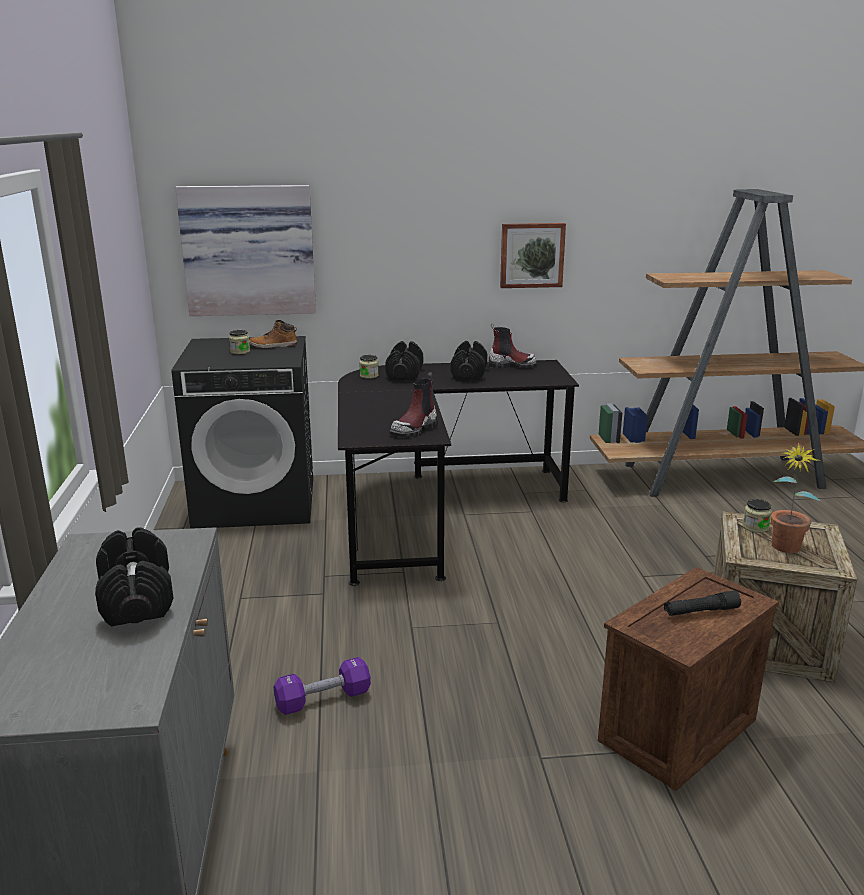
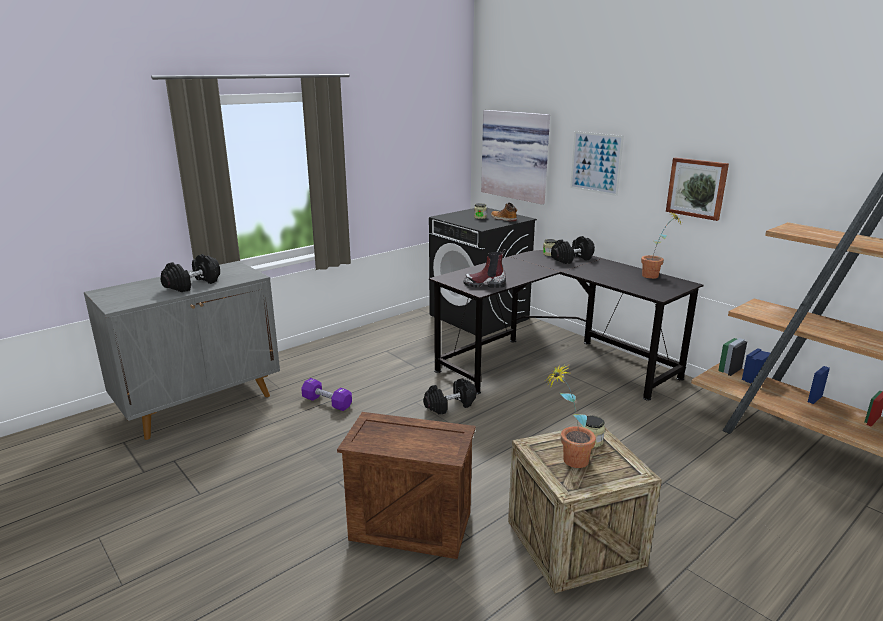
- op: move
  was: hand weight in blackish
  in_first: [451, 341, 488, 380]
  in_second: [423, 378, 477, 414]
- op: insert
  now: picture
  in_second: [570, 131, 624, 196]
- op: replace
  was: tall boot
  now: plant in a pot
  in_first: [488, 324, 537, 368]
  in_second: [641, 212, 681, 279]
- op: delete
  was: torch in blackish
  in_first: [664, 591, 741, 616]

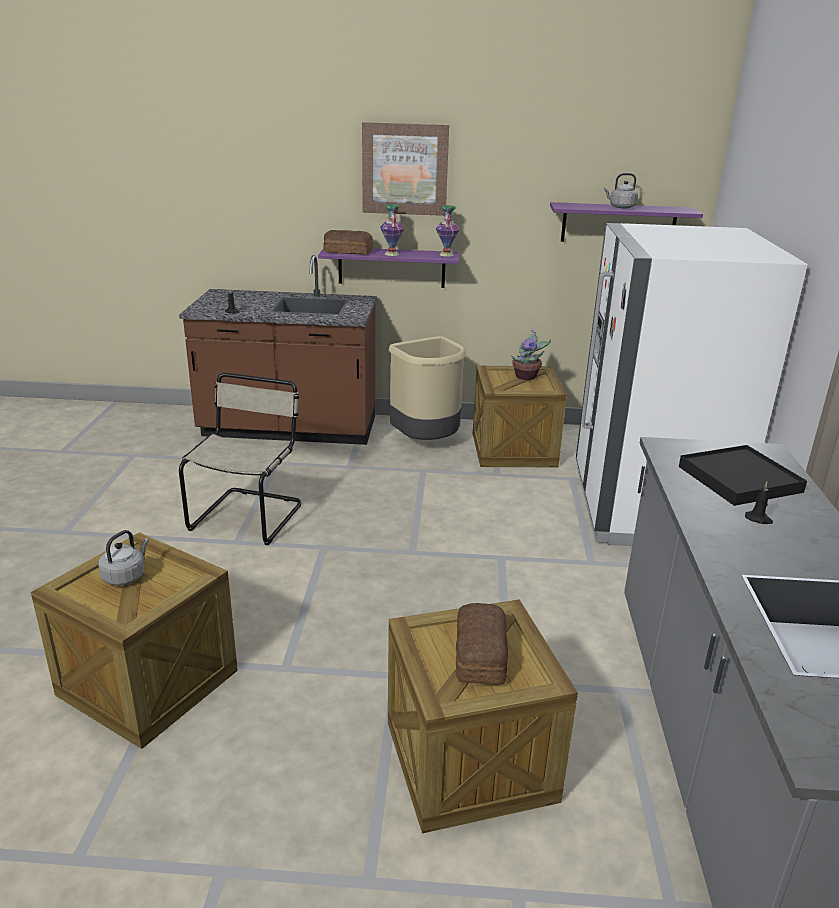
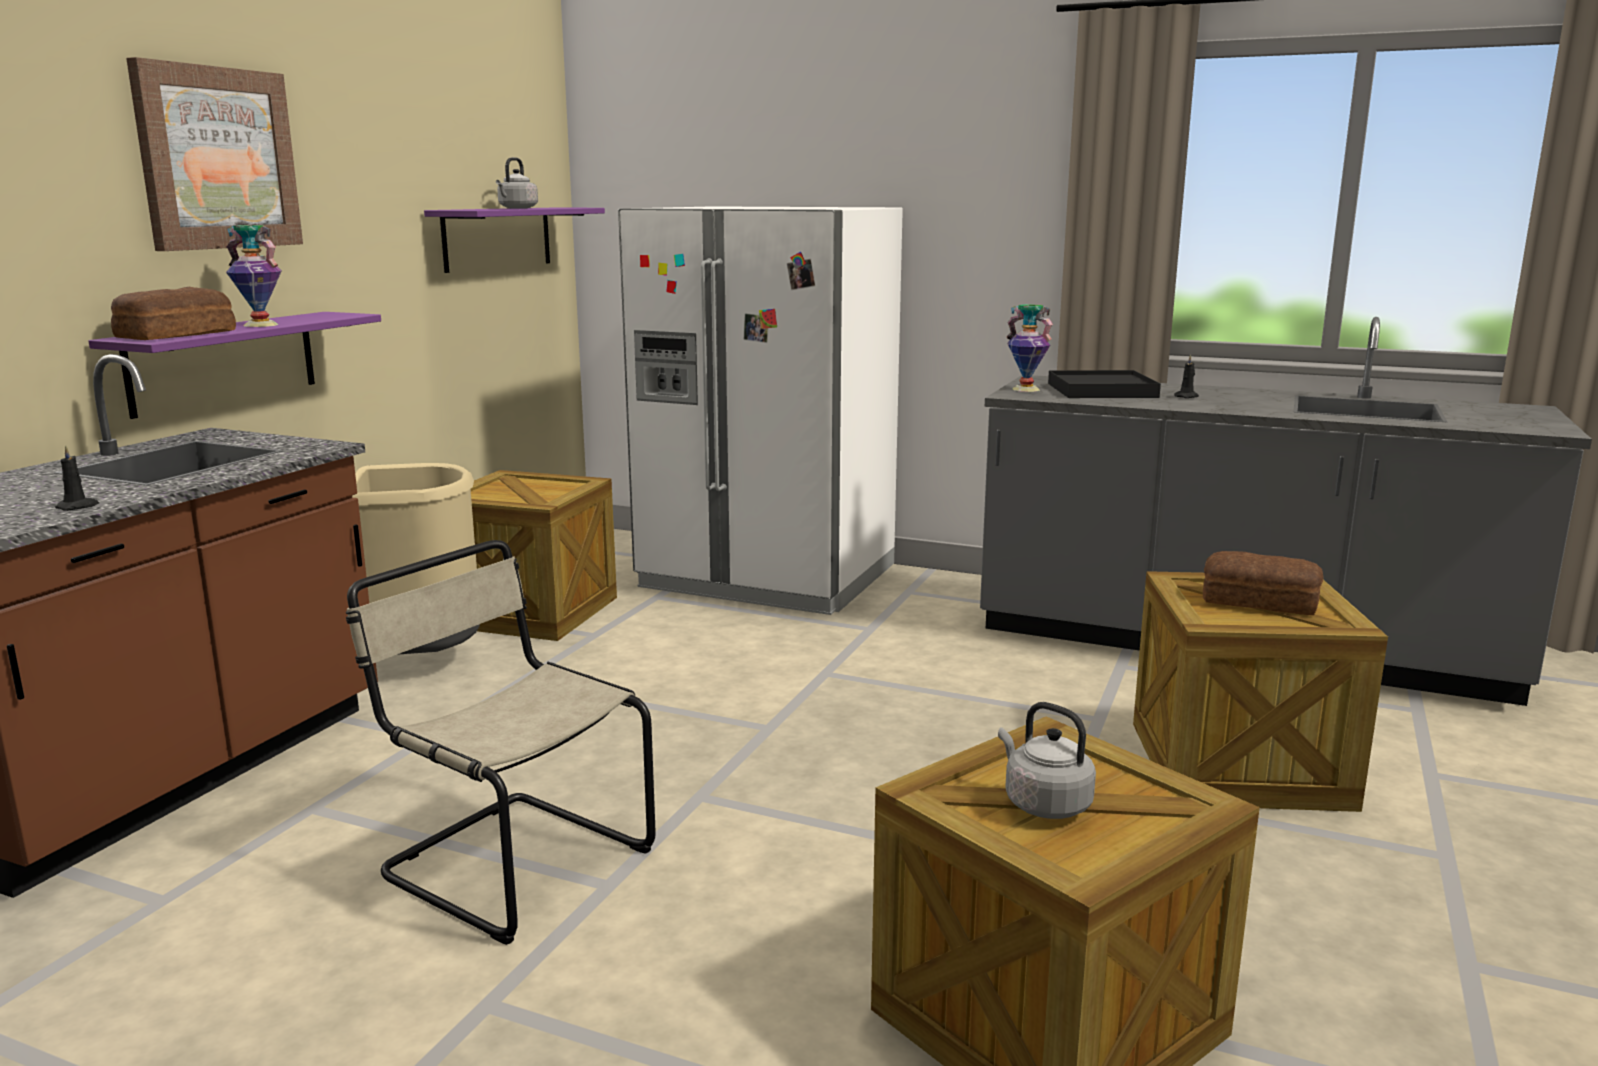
- op: move
  was: decorative vase
  in_first: [436, 205, 460, 257]
  in_second: [1007, 304, 1053, 392]
- op: delete
  was: plant in a pot
  in_first: [511, 330, 551, 380]

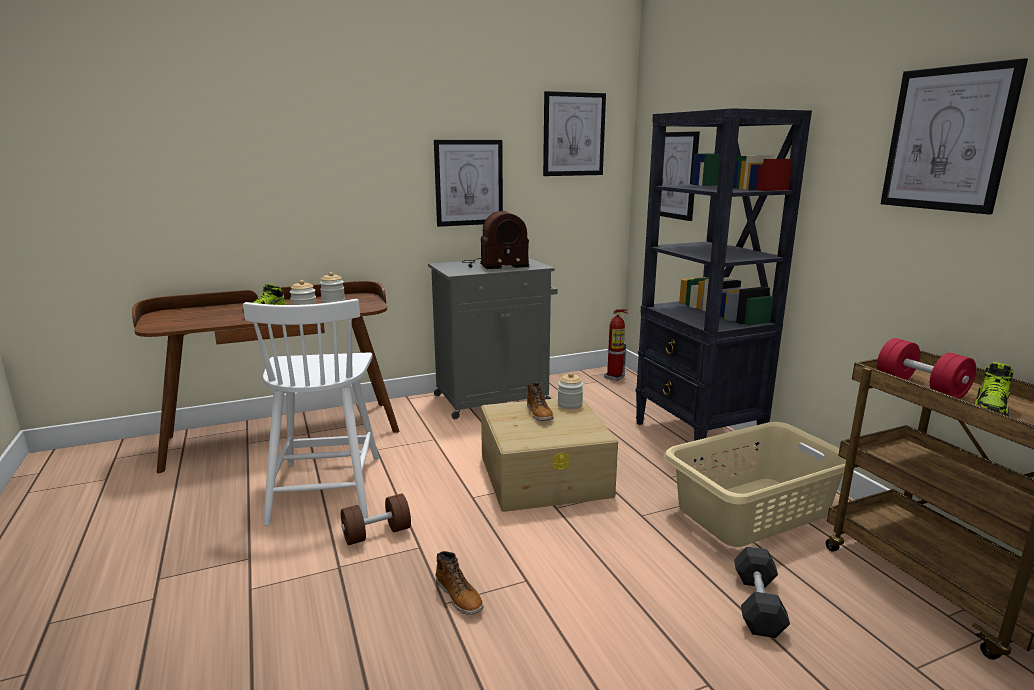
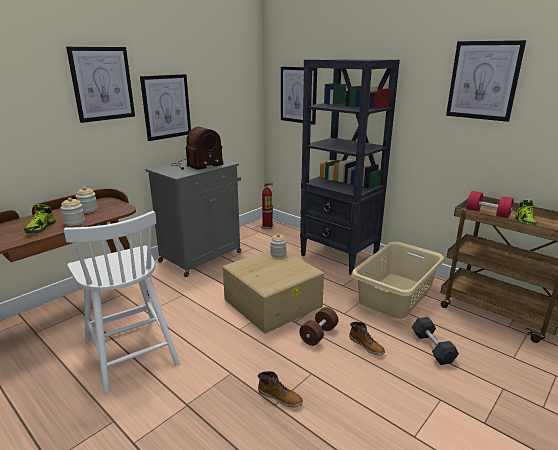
- op: move
  was: picture
  in_first: [543, 91, 606, 176]
  in_second: [66, 47, 135, 123]
- op: move
  was: hand weight in brownish
  in_first: [341, 494, 411, 545]
  in_second: [299, 307, 338, 346]
- op: move
  was: tall boot
  in_first: [527, 383, 553, 421]
  in_second: [349, 322, 385, 355]

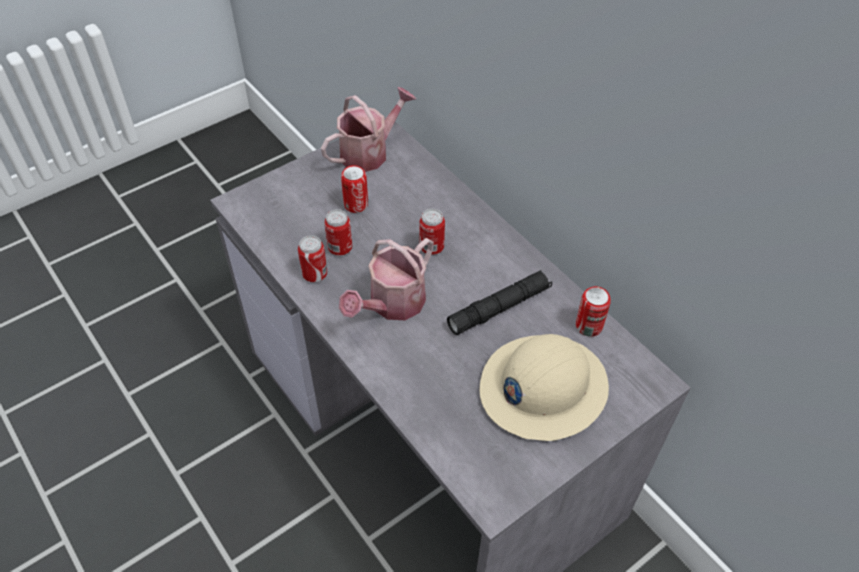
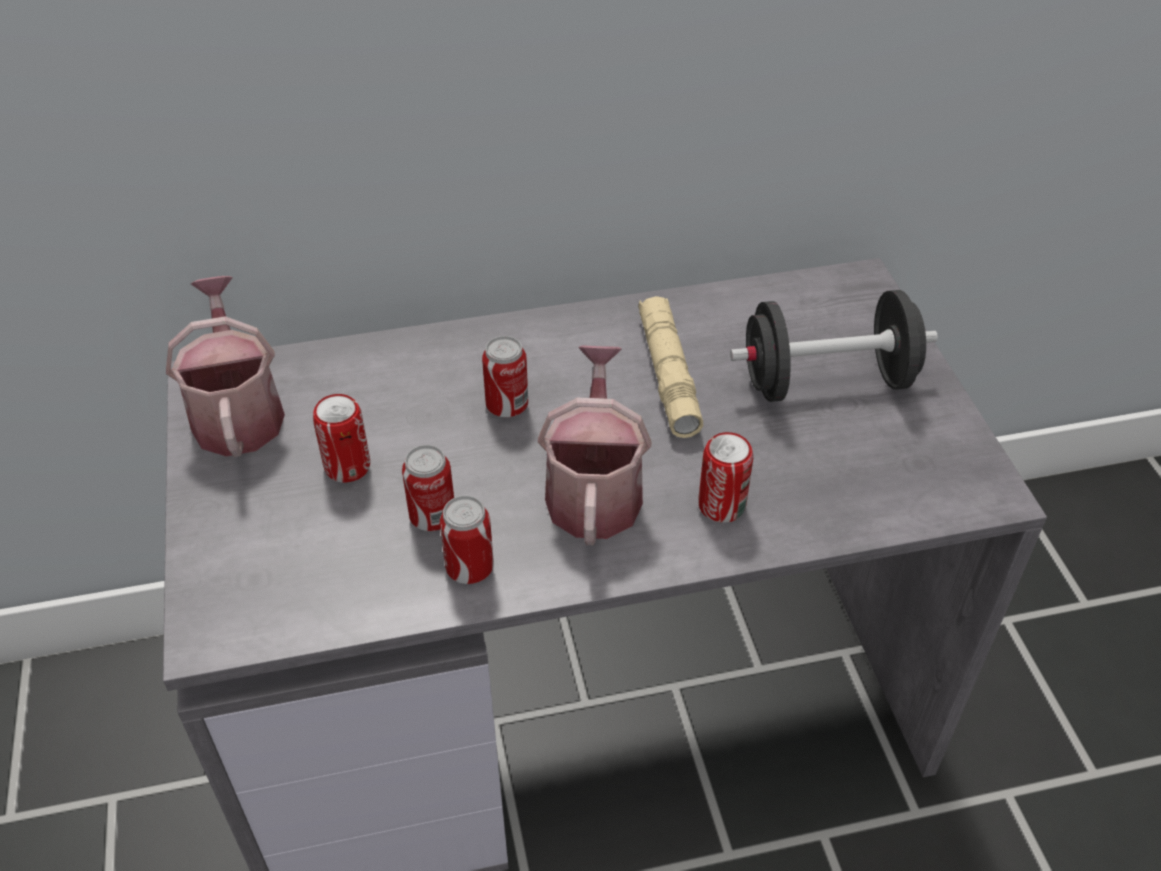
- op: rotate
  was: watering pot
  in_first: [339, 238, 434, 320]
  in_second: [538, 345, 651, 545]
  clockwise: -150
- op: recolor
  was: torch in blackish
  now: torch in beige-coloured
  in_first: [447, 270, 552, 335]
  in_second: [638, 296, 703, 438]
- op: move
  was: sealed can
  in_first: [576, 286, 611, 337]
  in_second: [698, 432, 753, 523]
- op: replace
  was: hard hat in beige-coloured
  now: hand weight in blackish
  in_first: [480, 334, 609, 441]
  in_second: [730, 290, 938, 402]

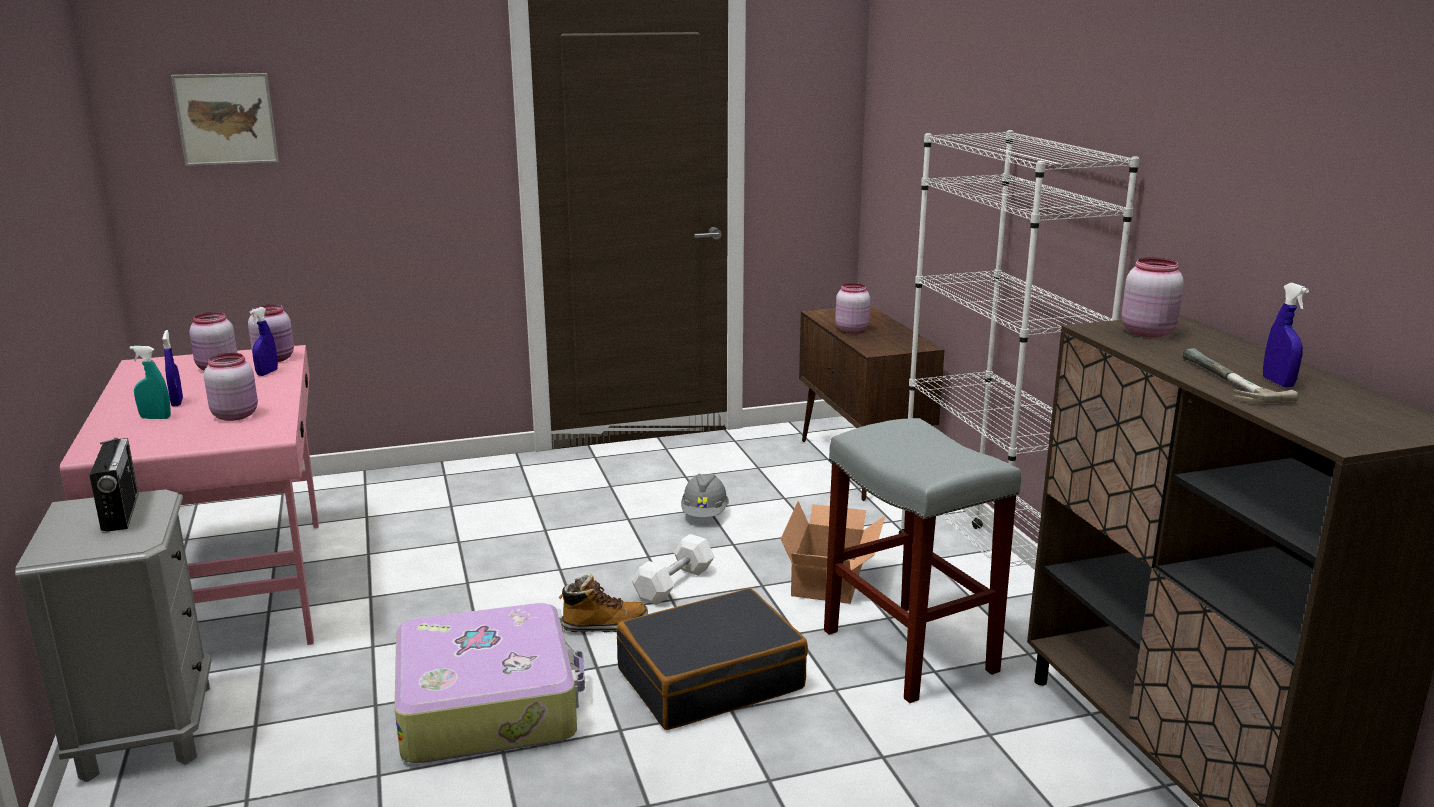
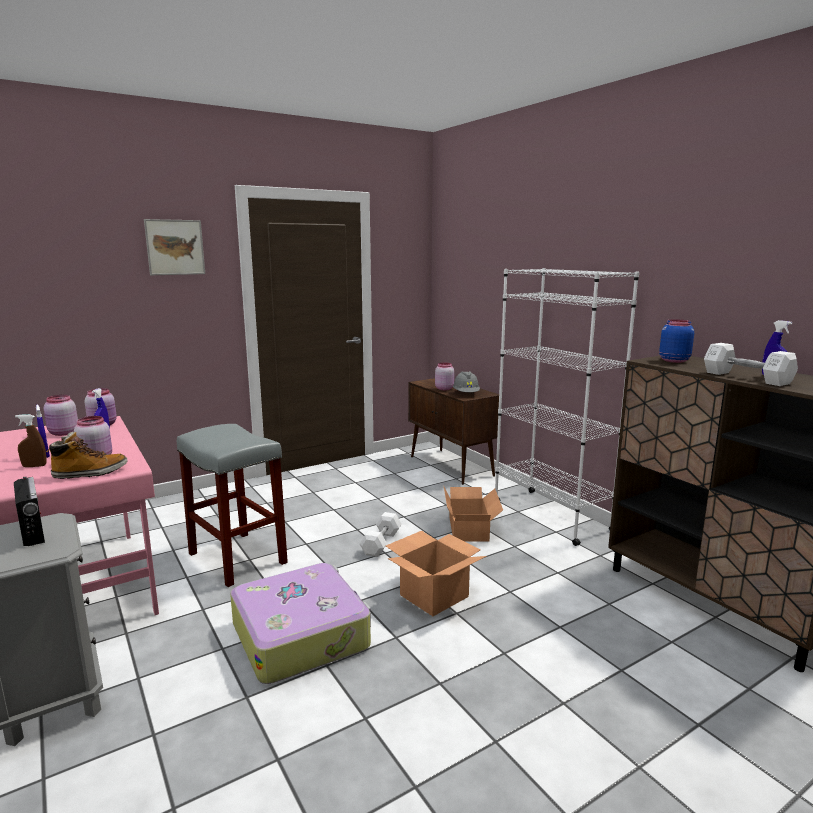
- op: recolor
  was: spray bottle in turquoise-coloured
  now: spray bottle in brownish
  in_first: [130, 346, 171, 419]
  in_second: [15, 414, 46, 467]
- op: move
  was: tall boot
  in_first: [558, 574, 648, 633]
  in_second: [46, 432, 127, 479]
- op: move
  was: picture
  in_first: [171, 73, 279, 166]
  in_second: [144, 219, 205, 275]
- op: move
  was: stool seat in grey
  in_first: [824, 418, 1021, 703]
  in_second: [177, 424, 288, 587]
- op: replace
  was: travel case in blackish
  now: cardboard box
  in_first: [617, 588, 808, 730]
  in_second: [386, 531, 486, 616]
- op: move
  was: hard hat in grey
  in_first: [681, 473, 729, 517]
  in_second: [453, 371, 480, 392]
- op: recolor
  was: storage jar in pinkish
  now: storage jar in blue
  in_first: [1122, 258, 1184, 337]
  in_second: [659, 319, 694, 363]
- op: replace
  was: tool hammer
  now: hand weight in white
  in_first: [1183, 348, 1299, 403]
  in_second: [704, 343, 798, 386]

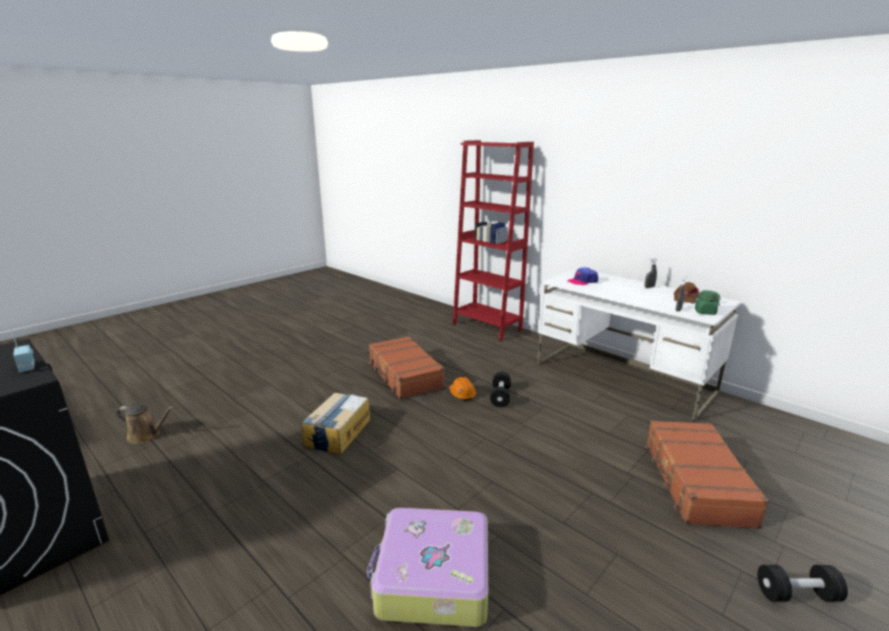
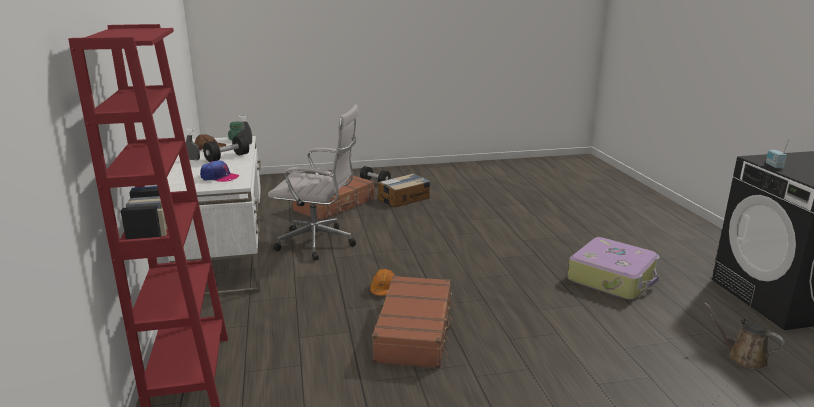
- op: move
  was: hand weight in blackish
  in_first: [490, 372, 511, 407]
  in_second: [203, 135, 249, 162]
- op: insert
  now: desk chair in white
  in_second: [268, 104, 359, 261]
- op: move
  was: cardboard box
  in_first: [301, 393, 370, 454]
  in_second: [378, 173, 430, 207]
- op: move
  was: travel case
  in_first: [367, 508, 488, 627]
  in_second: [568, 237, 660, 300]

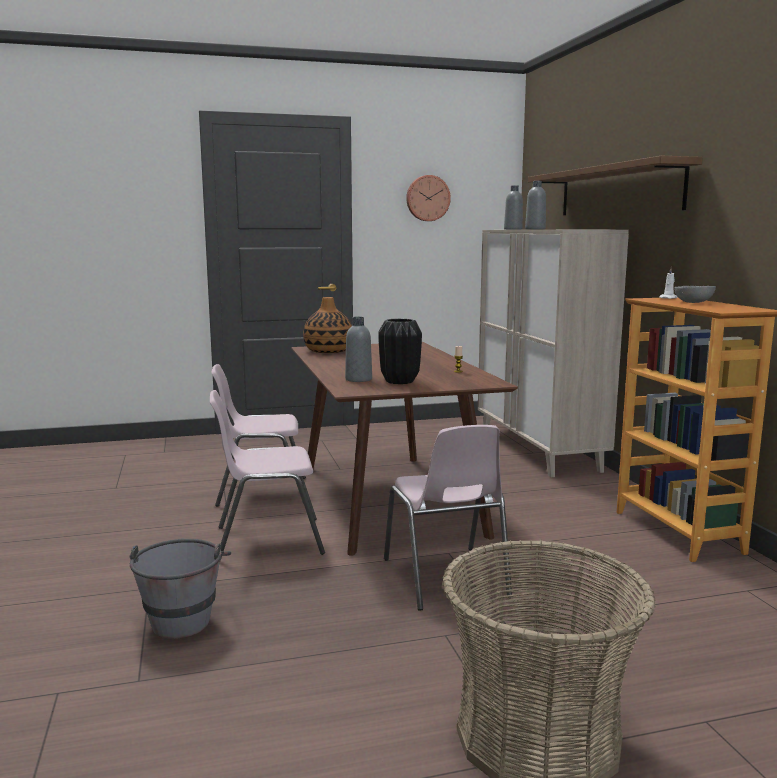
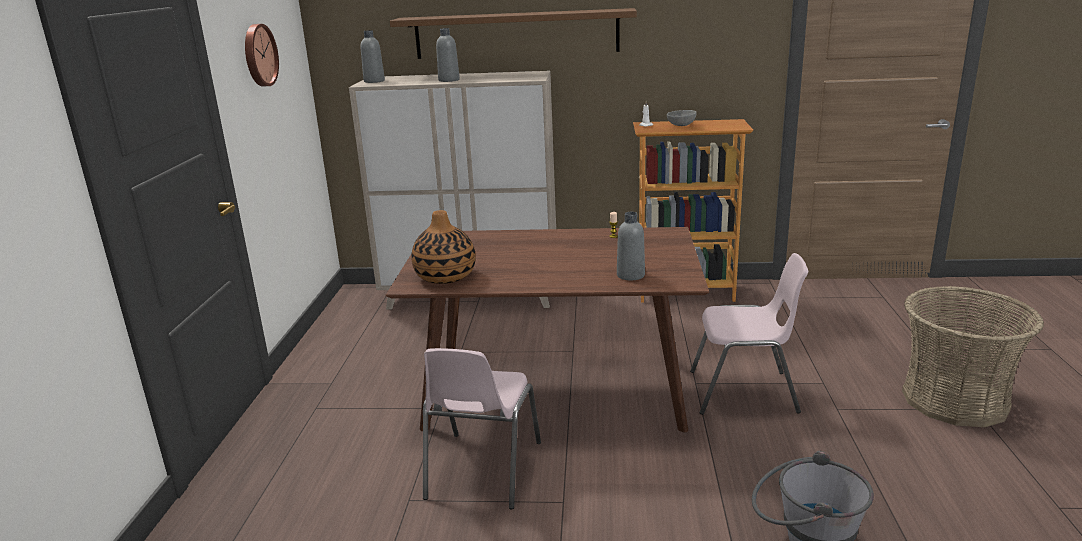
- op: delete
  was: upright chair in pinkish
  in_first: [210, 390, 325, 561]
- op: delete
  was: decorative vase in blackish
  in_first: [378, 319, 422, 384]

